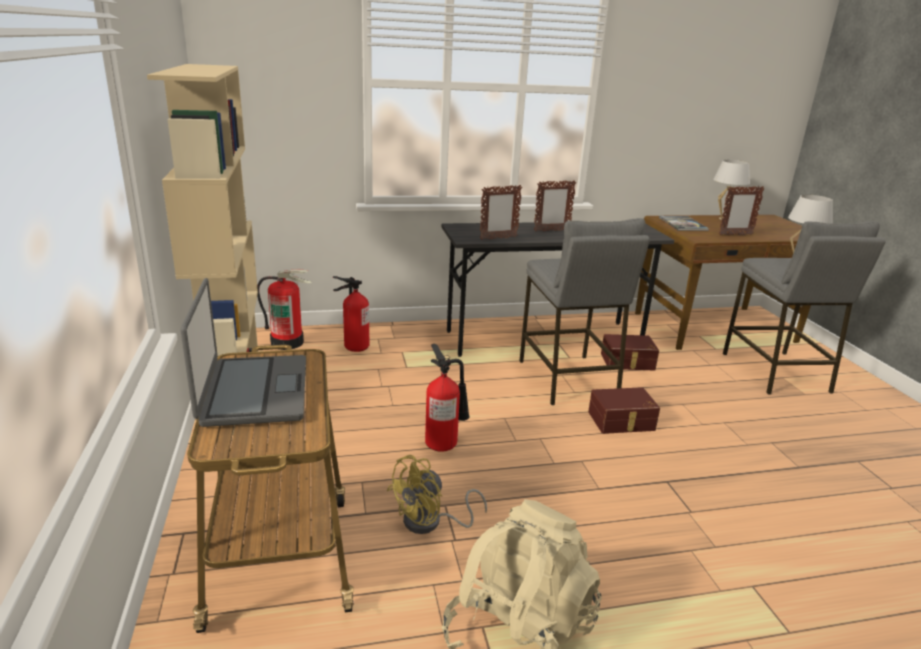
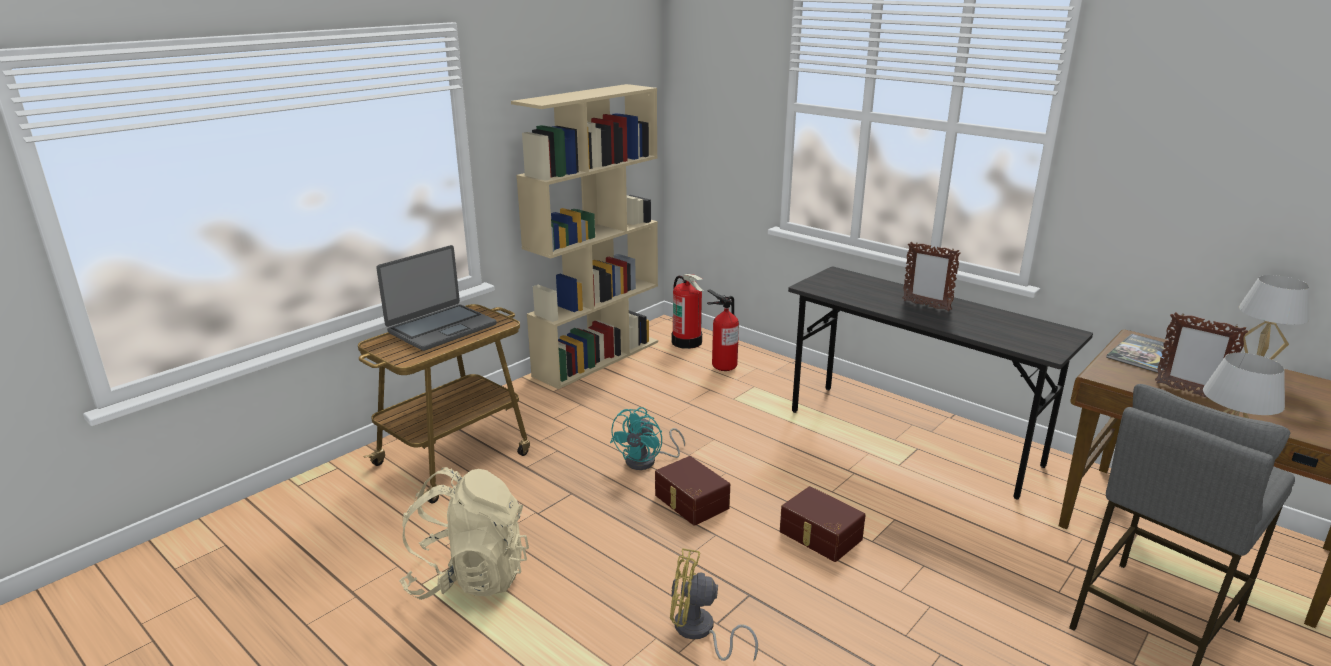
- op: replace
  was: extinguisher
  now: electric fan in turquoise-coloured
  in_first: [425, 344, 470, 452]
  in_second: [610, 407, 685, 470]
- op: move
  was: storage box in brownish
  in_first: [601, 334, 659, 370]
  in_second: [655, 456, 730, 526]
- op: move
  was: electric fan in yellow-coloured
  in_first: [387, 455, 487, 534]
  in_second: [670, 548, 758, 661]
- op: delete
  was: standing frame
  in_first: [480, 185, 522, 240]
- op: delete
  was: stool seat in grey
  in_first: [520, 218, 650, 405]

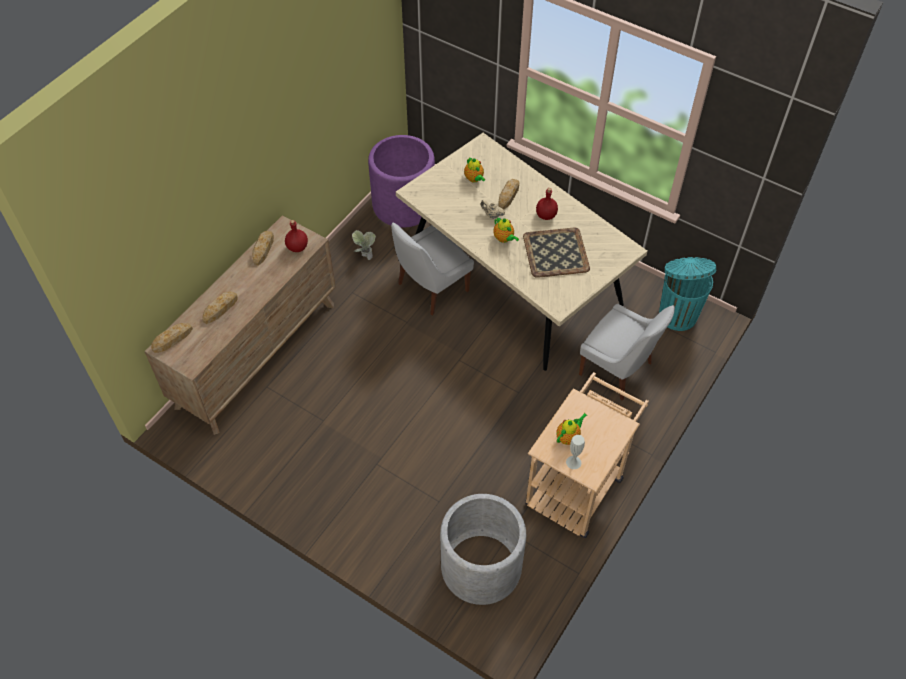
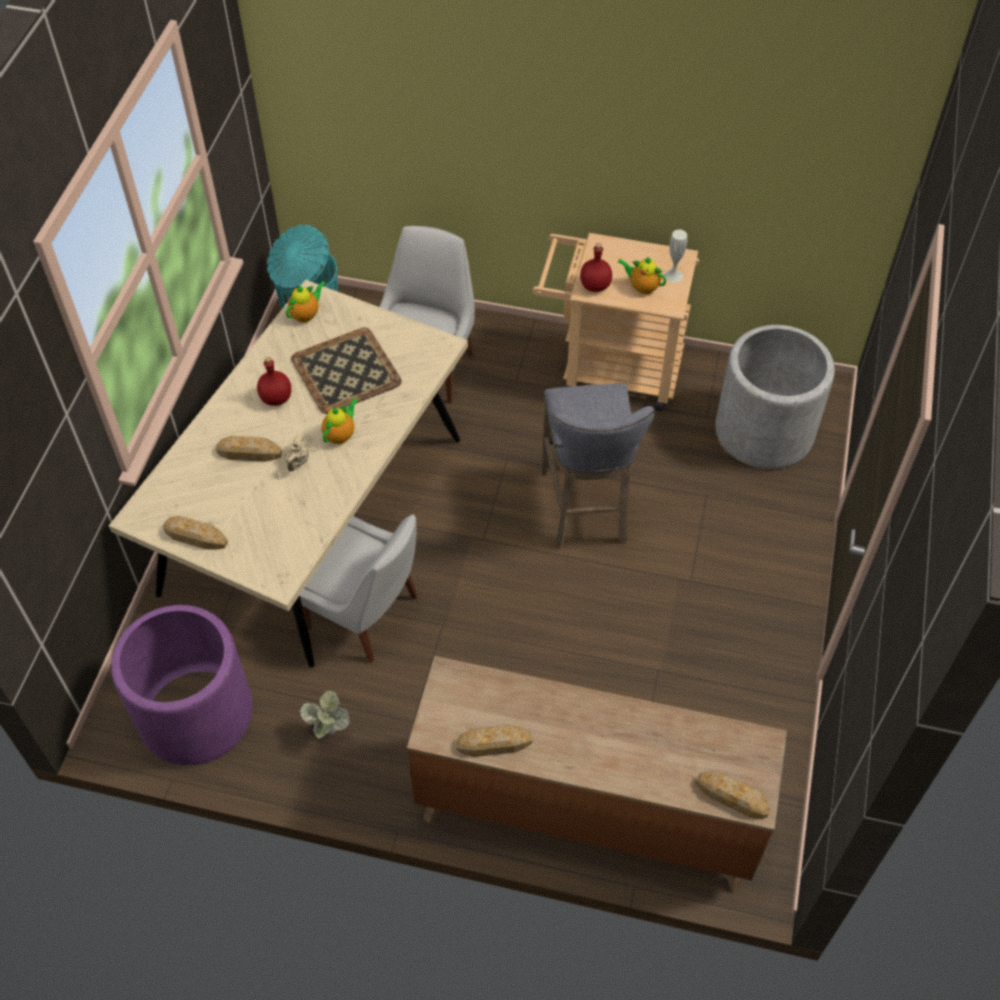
- op: move
  was: baked bread
  in_first: [202, 291, 238, 324]
  in_second: [163, 516, 228, 550]
- op: move
  was: teapot
  in_first: [464, 158, 485, 183]
  in_second: [286, 281, 326, 323]
- op: insert
  now: stool seat in grey
  in_second: [541, 383, 655, 549]
- op: move
  was: beverage bottle in reddish
  in_first: [285, 220, 308, 252]
  in_second: [580, 243, 612, 292]

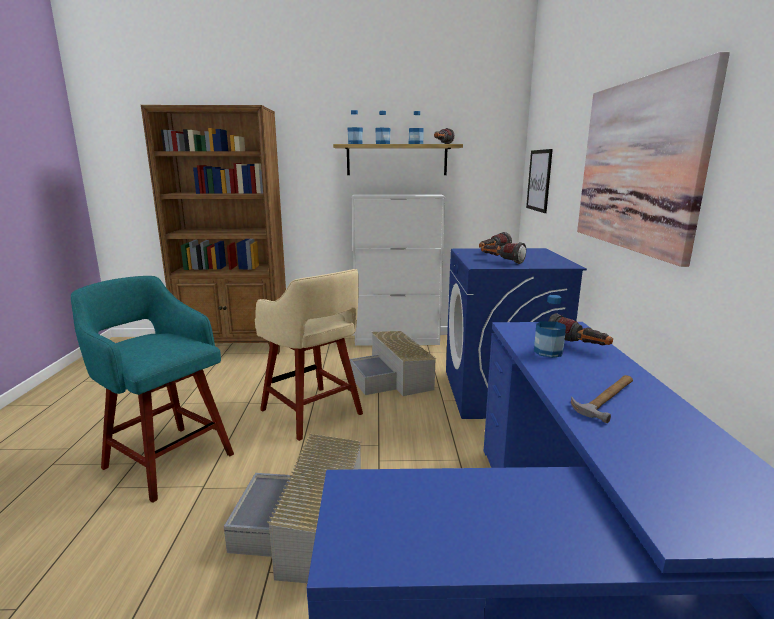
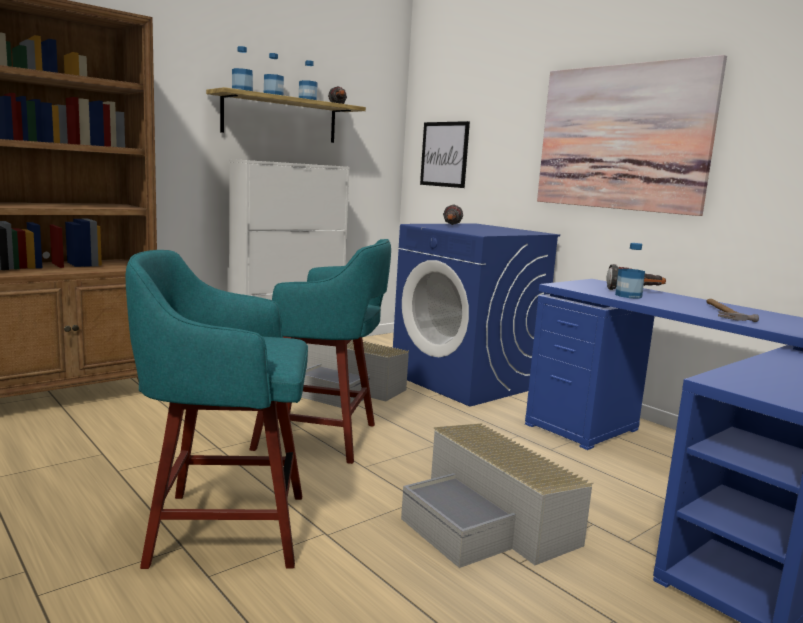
- op: recolor
  was: stool seat in beige-coloured
  now: stool seat in turquoise-coloured
  in_first: [255, 269, 363, 441]
  in_second: [249, 239, 391, 464]
- op: delete
  was: torch
  in_first: [481, 242, 526, 264]

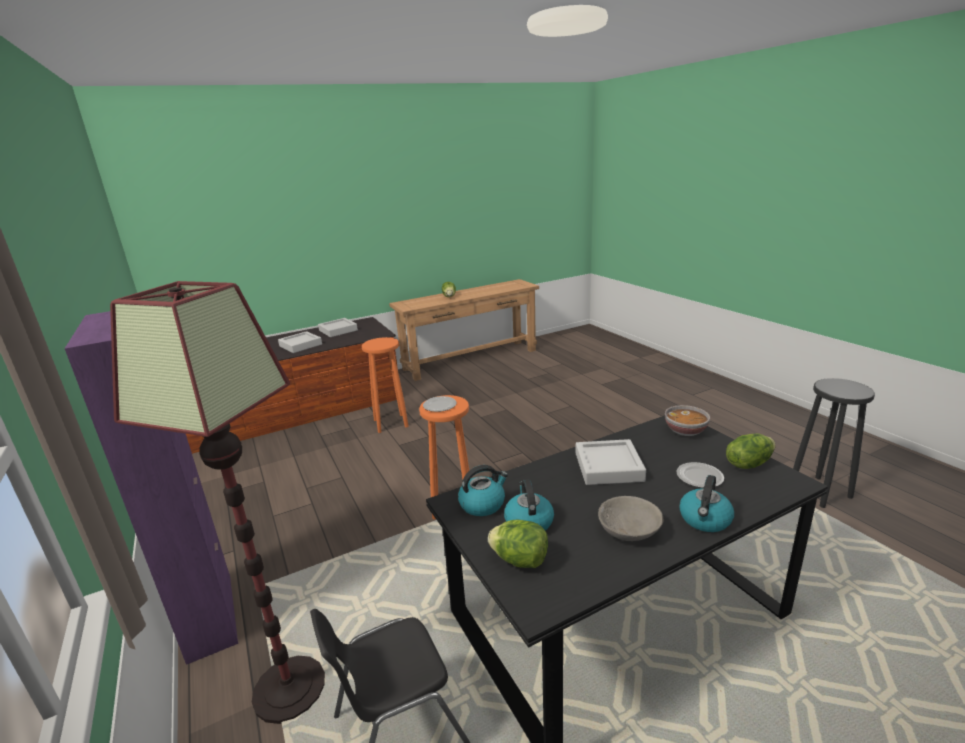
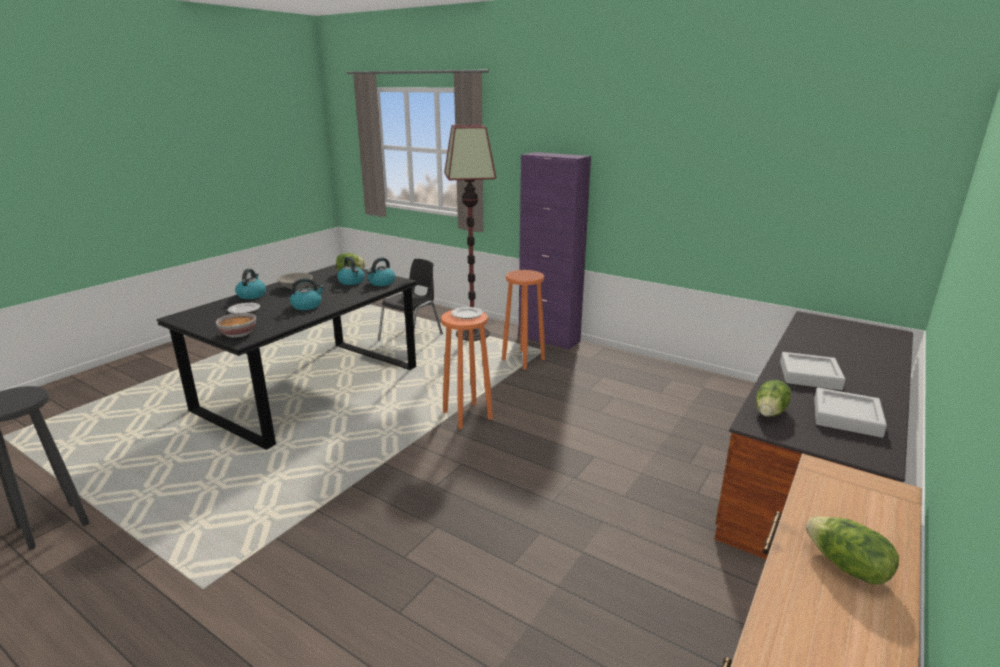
- op: replace
  was: carrying tray in grey
  now: tea kettle
  in_first: [576, 439, 646, 485]
  in_second: [290, 278, 325, 310]
- op: move
  was: stool seat in orangey
  in_first: [362, 337, 409, 433]
  in_second: [502, 270, 545, 369]
- op: move
  was: head of lettuce
  in_first: [726, 434, 776, 469]
  in_second: [756, 380, 791, 417]

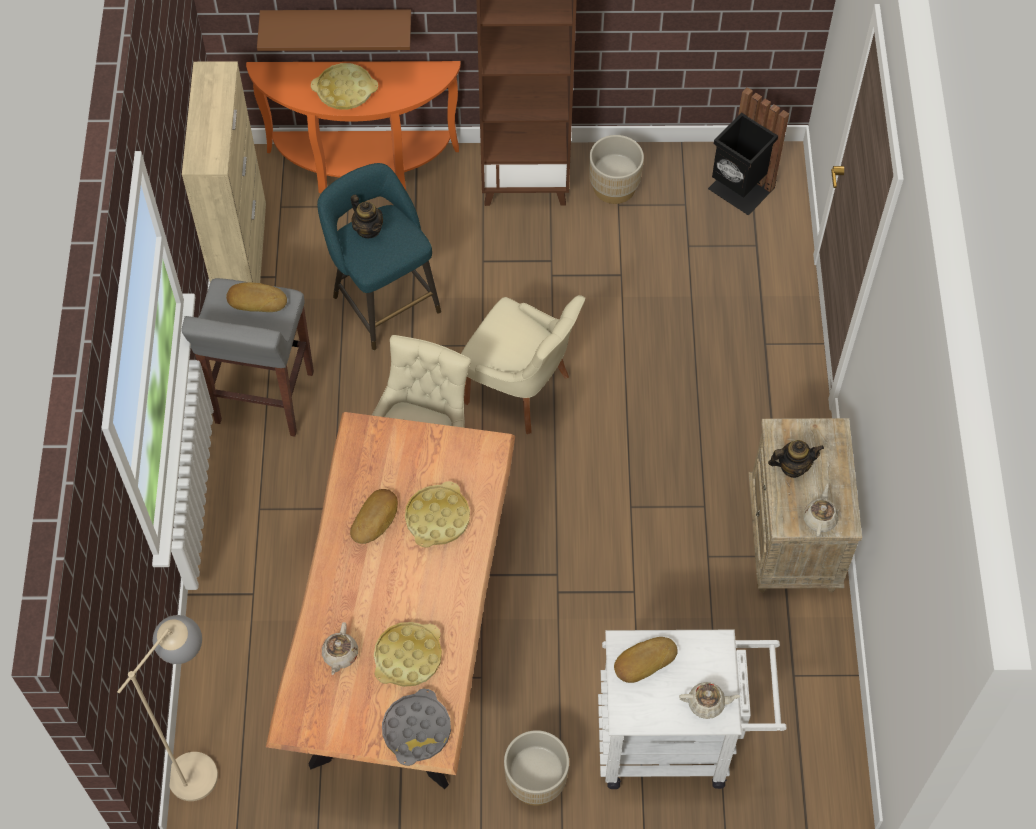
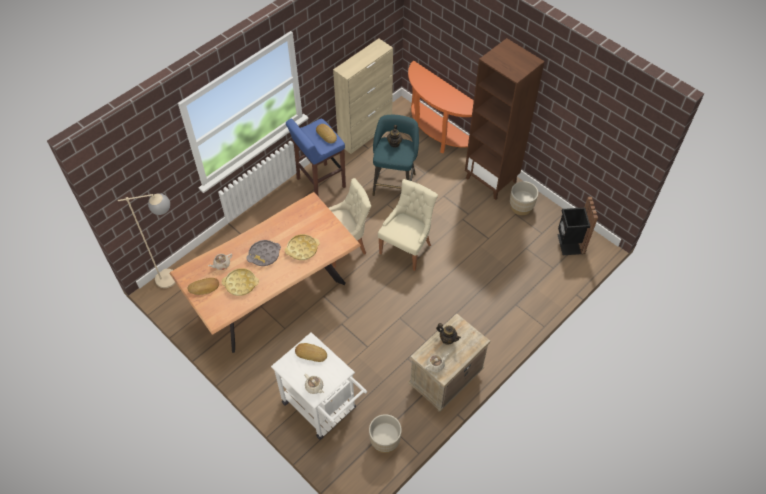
- op: move
  was: baked bread
  in_first: [350, 489, 398, 544]
  in_second: [187, 278, 219, 295]
- op: move
  was: carrying tray in grey
  in_first: [382, 688, 451, 766]
  in_second: [246, 240, 281, 266]
- op: recolor
  was: stool seat in grey
  now: stool seat in blue
  in_first: [181, 278, 314, 437]
  in_second: [286, 118, 346, 196]
- op: move
  was: planter in beige-coloured
  in_first: [504, 730, 569, 806]
  in_second: [369, 414, 402, 453]
- op: rotate
  was: upright chair in beige-coloured
  in_first: [461, 295, 585, 434]
  in_second: [378, 179, 438, 271]
  clockwise: -135
- op: delete
  was: wall shelf in brownish
  in_first: [257, 9, 411, 51]
- op: delete
  was: carrying tray in yellow-coloured
  in_first: [311, 63, 378, 110]

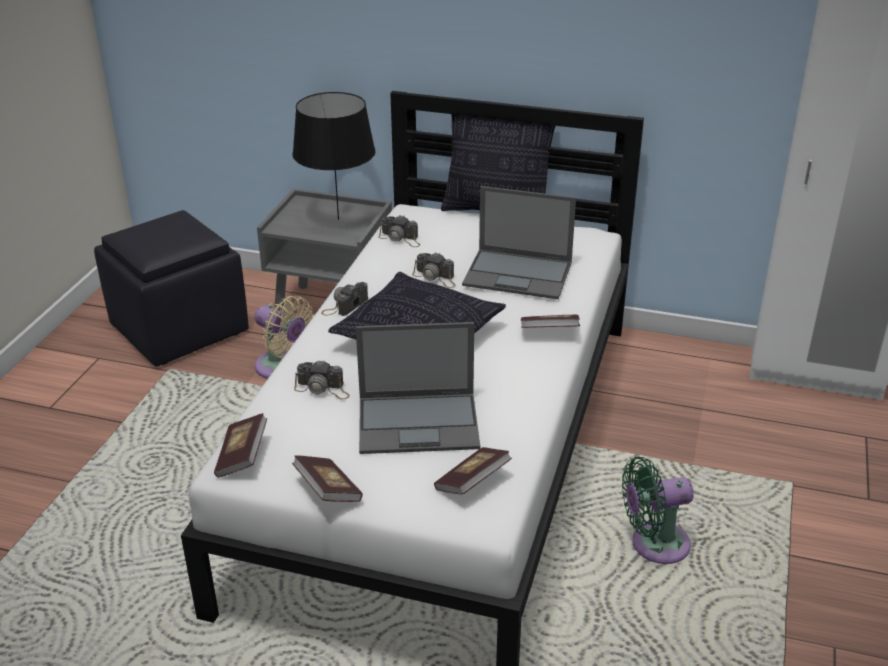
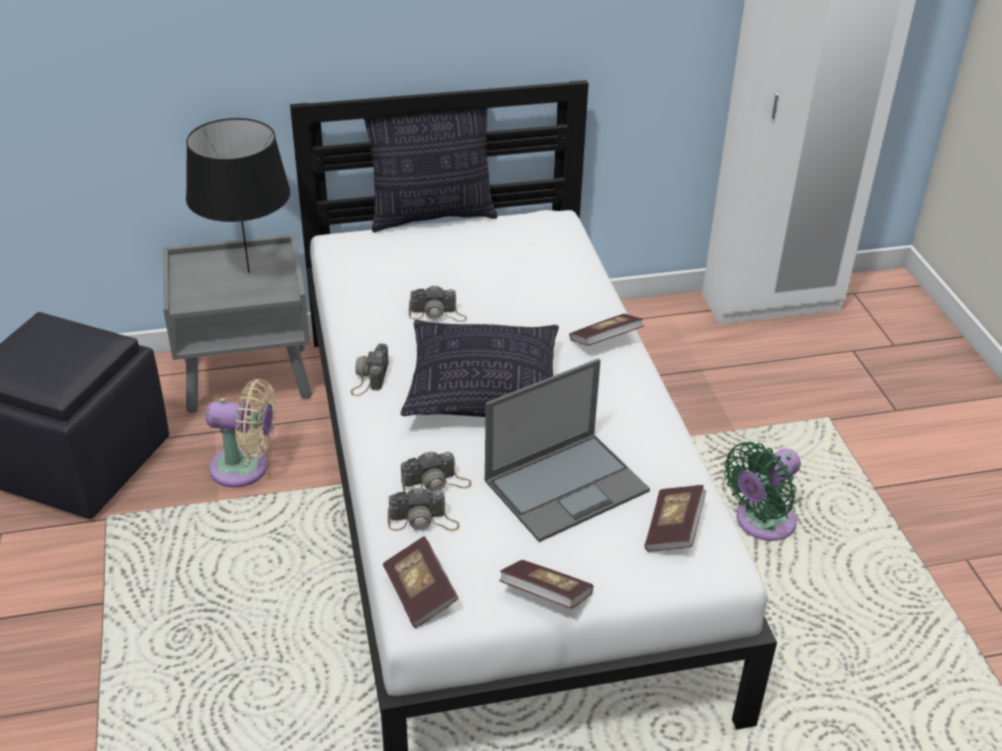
- op: move
  was: photo camera
  in_first: [378, 215, 420, 247]
  in_second: [388, 487, 460, 531]
- op: delete
  was: portable computer
  in_first: [462, 186, 576, 299]

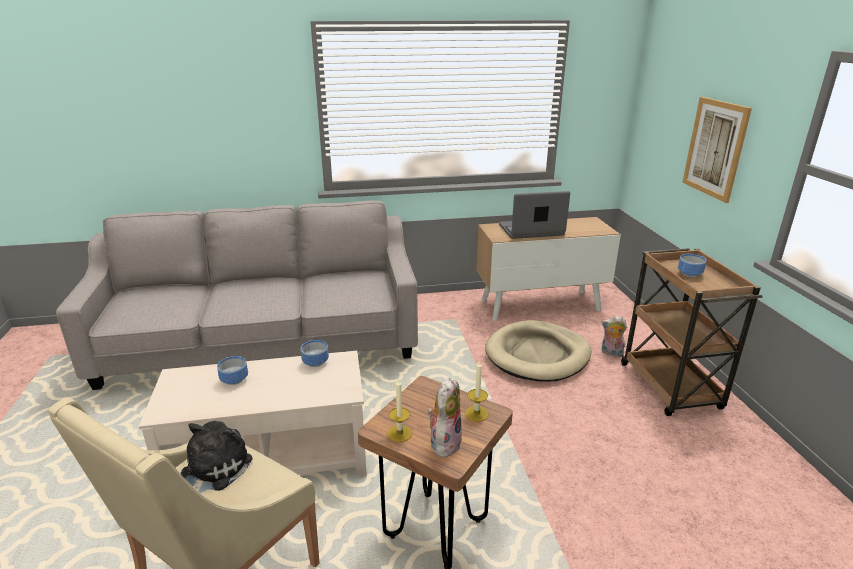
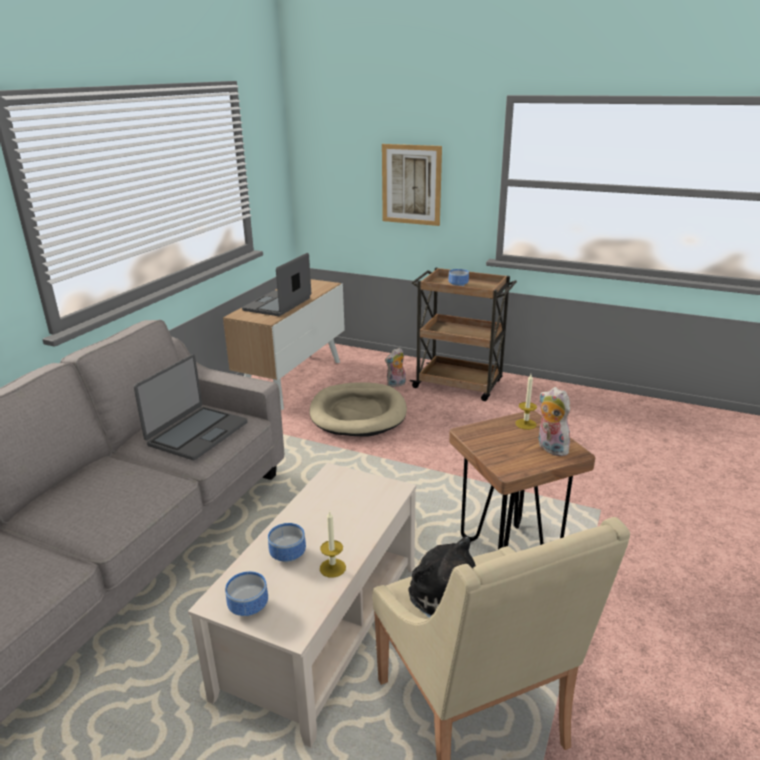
- op: insert
  now: portable computer
  in_second: [134, 354, 248, 460]
- op: move
  was: bowl
  in_first: [301, 340, 329, 367]
  in_second: [225, 571, 268, 616]
- op: move
  was: candle
  in_first: [388, 378, 412, 442]
  in_second: [320, 510, 346, 577]

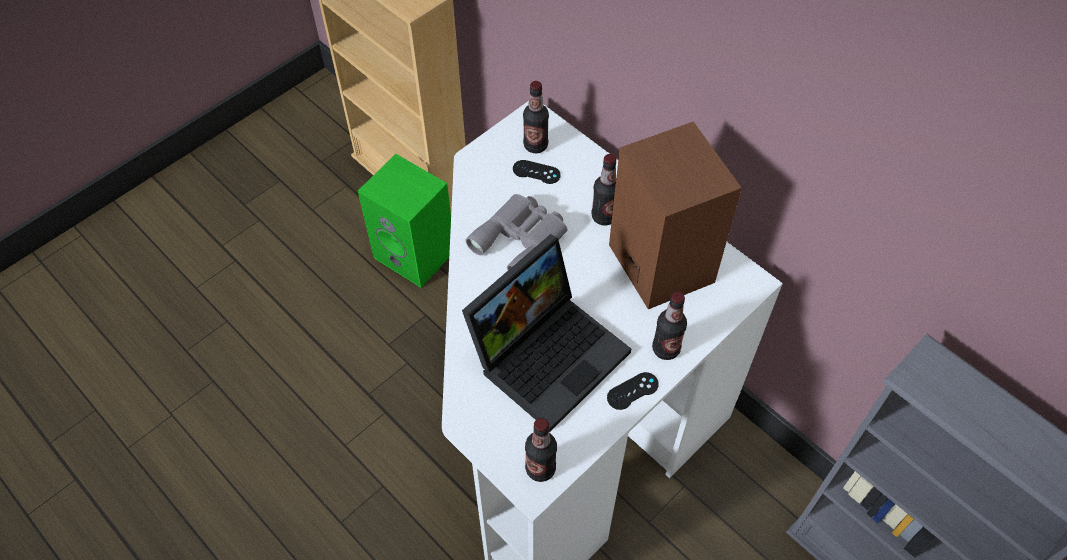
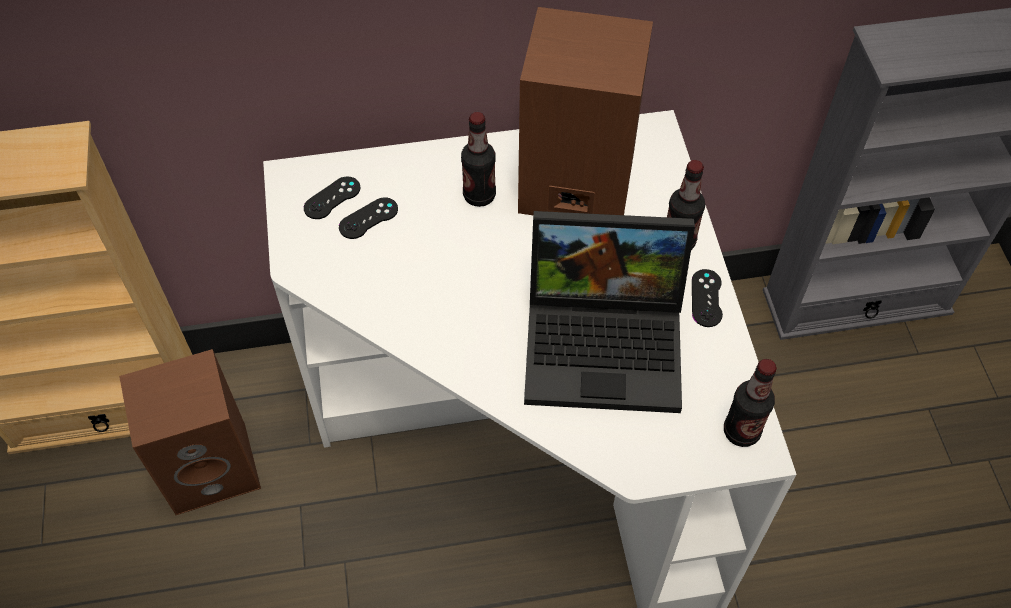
- op: recolor
  was: loudspeaker in green
  now: loudspeaker in brownish
  in_first: [358, 154, 451, 288]
  in_second: [119, 349, 261, 515]
- op: replace
  was: beverage bottle
  now: joypad in blackish
  in_first: [523, 81, 549, 153]
  in_second: [304, 177, 360, 219]
- op: rotate
  was: portable computer
  in_first: [462, 234, 631, 432]
  in_second: [524, 211, 695, 413]
  clockwise: 105
- op: delete
  was: field glasses in grey
  in_first: [465, 194, 567, 270]

